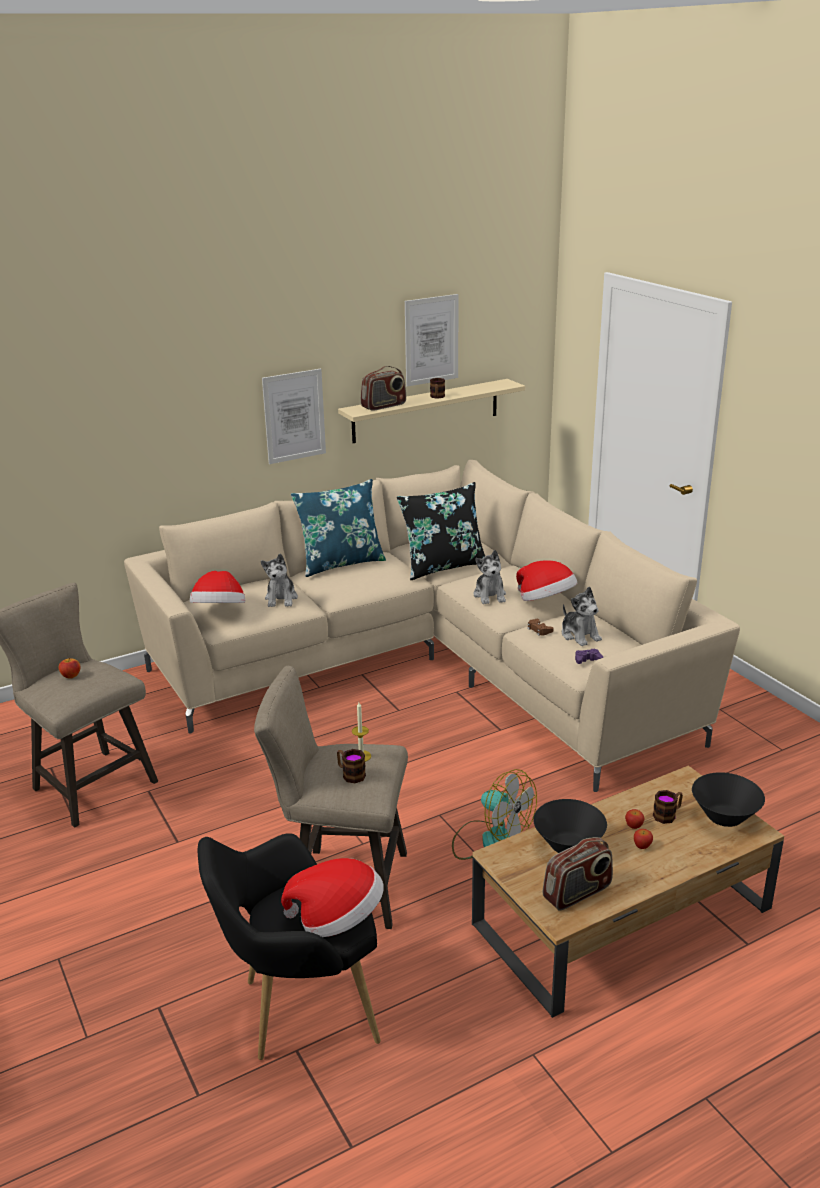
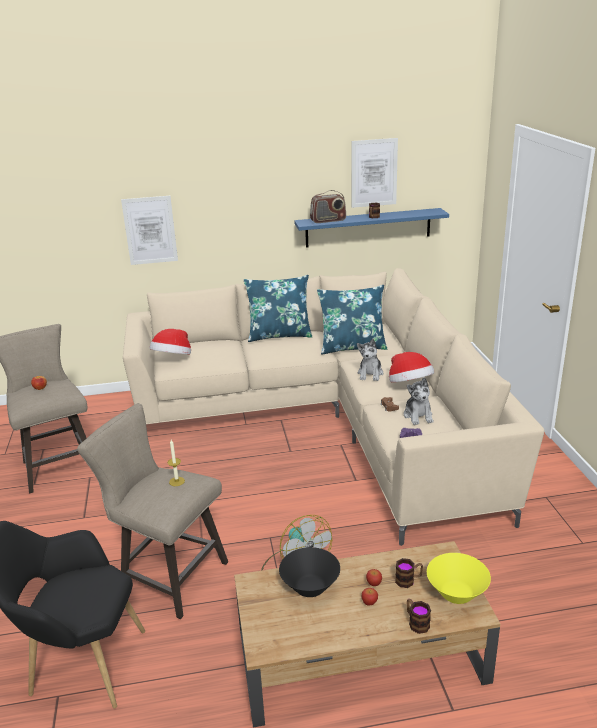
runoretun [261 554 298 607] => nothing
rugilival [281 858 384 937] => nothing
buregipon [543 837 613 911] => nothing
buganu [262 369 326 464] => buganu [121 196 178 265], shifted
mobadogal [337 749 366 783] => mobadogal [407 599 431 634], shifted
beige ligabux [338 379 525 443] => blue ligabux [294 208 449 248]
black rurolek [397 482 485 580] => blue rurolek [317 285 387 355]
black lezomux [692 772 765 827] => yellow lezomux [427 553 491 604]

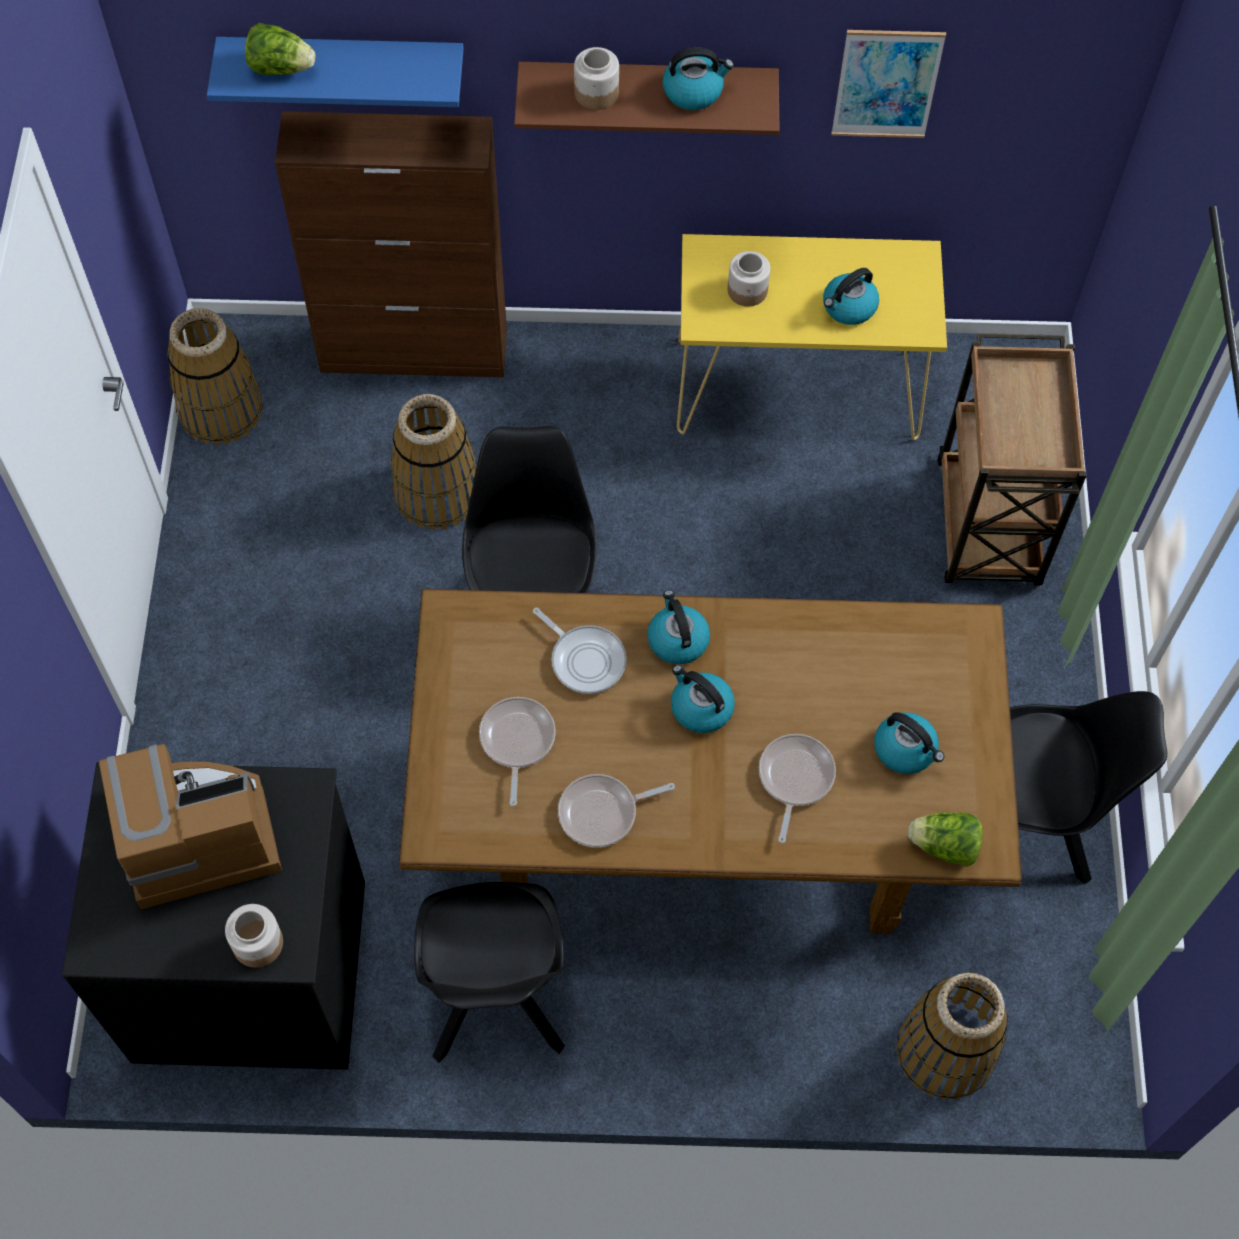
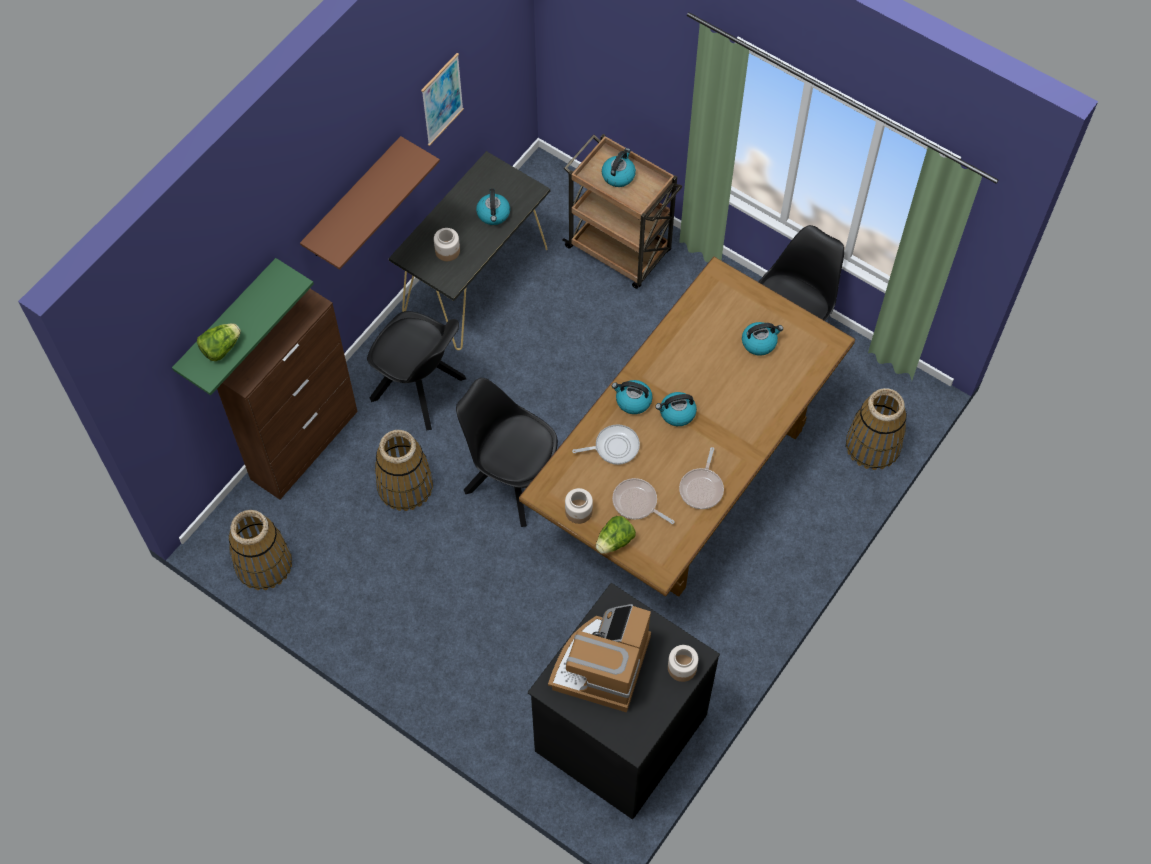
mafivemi [759 734 836 843] => nothing
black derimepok [414 882 565 1063] => black derimepok [367 311 466 430], shifted
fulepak [574 47 619 110] => fulepak [565 488 593 524], shifted
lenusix [663 48 734 110] => lenusix [602 148 636 187], shifted
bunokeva [908 812 983 867] => bunokeva [596 516 636 554], shifted
blue ligabux [207 37 464 107] => green ligabux [172 258 314 395]
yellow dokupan [677 234 947 441] => black dokupan [389 151 550 350]

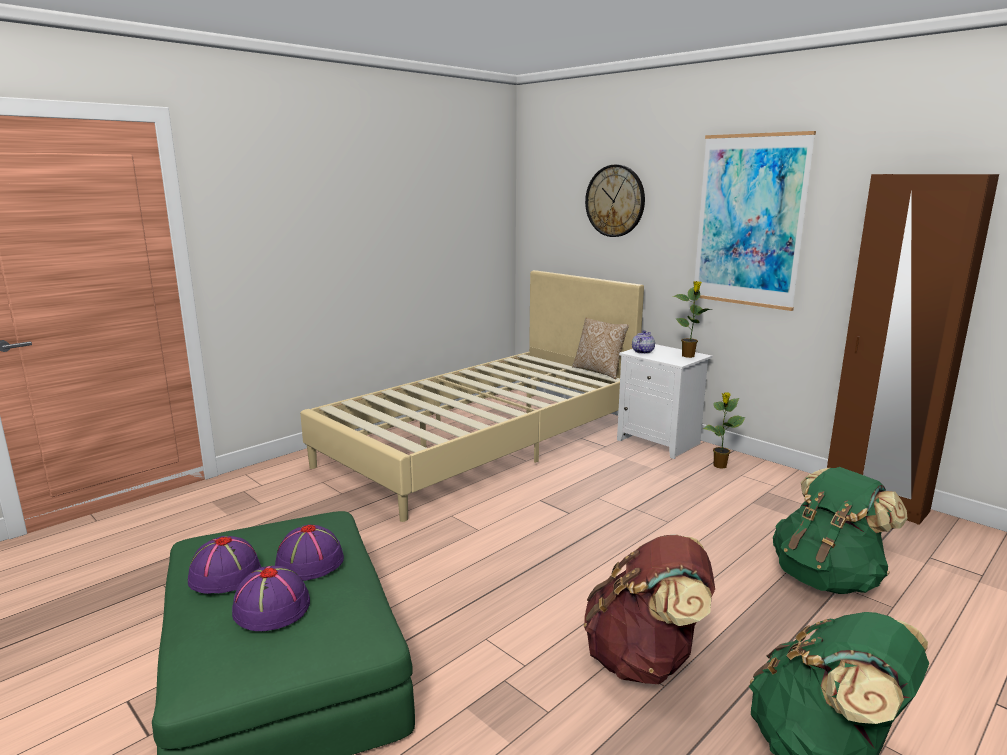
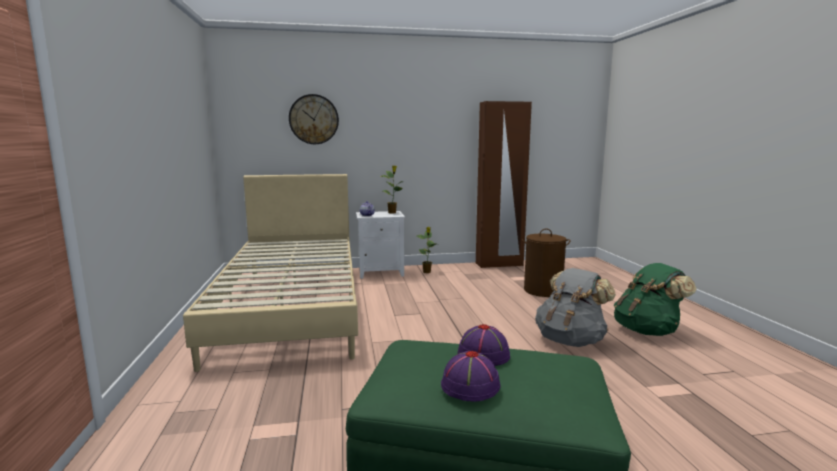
purple rugilival [232 566 310 631] => nothing
rurolek [572 317 629 379] => nothing
buganu [694 131 816 311] => nothing
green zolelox [773 467 908 594] => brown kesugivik [522 228 570 297]
brown zolelox [584 535 715 684] => grey zolelox [535 268 616 347]

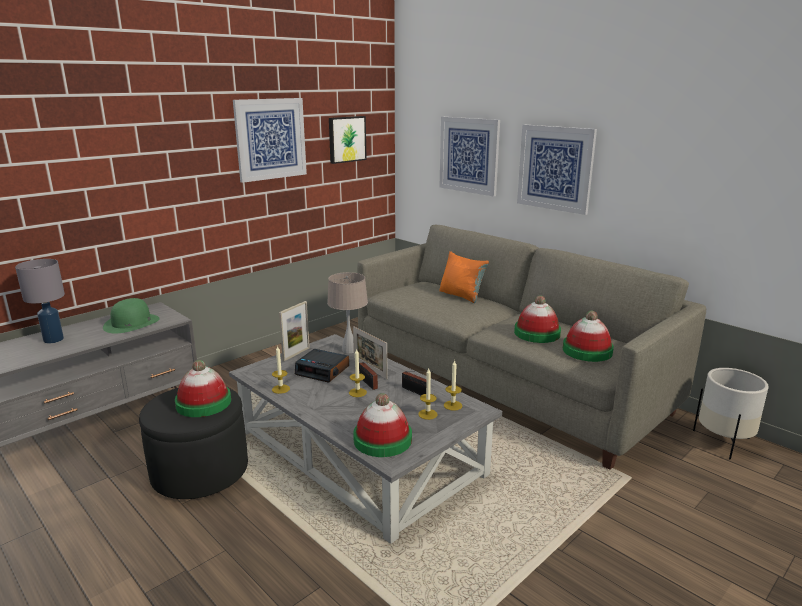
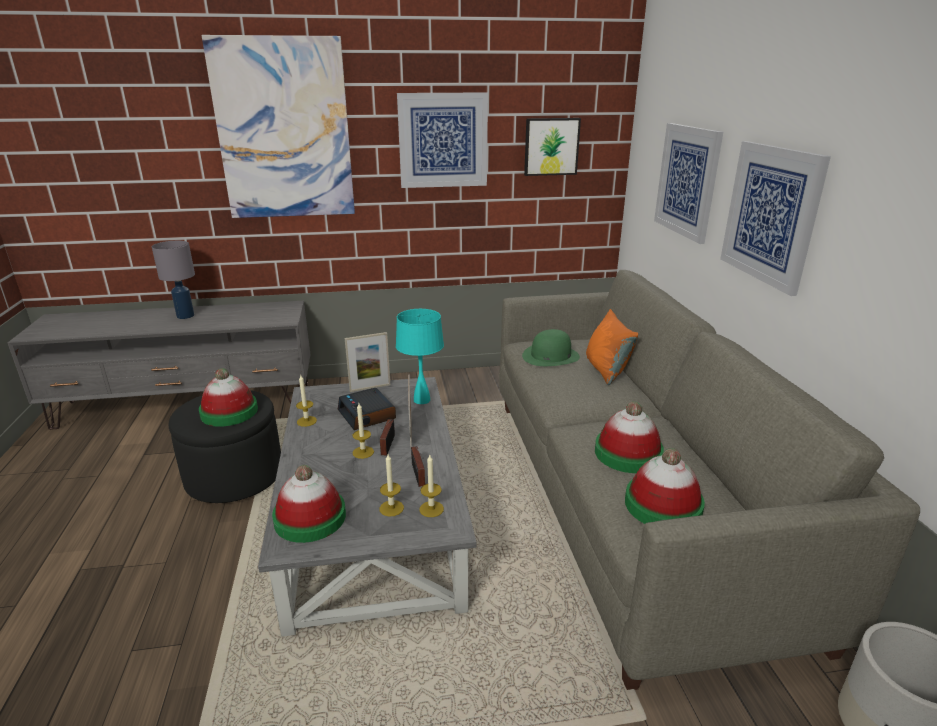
nothing => buganu [202 35 355 218]
green rugilival [103 298 159 333] => green rugilival [522 329 580 366], shifted
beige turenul [327 272 368 353] => turquoise turenul [396 309 444 404]

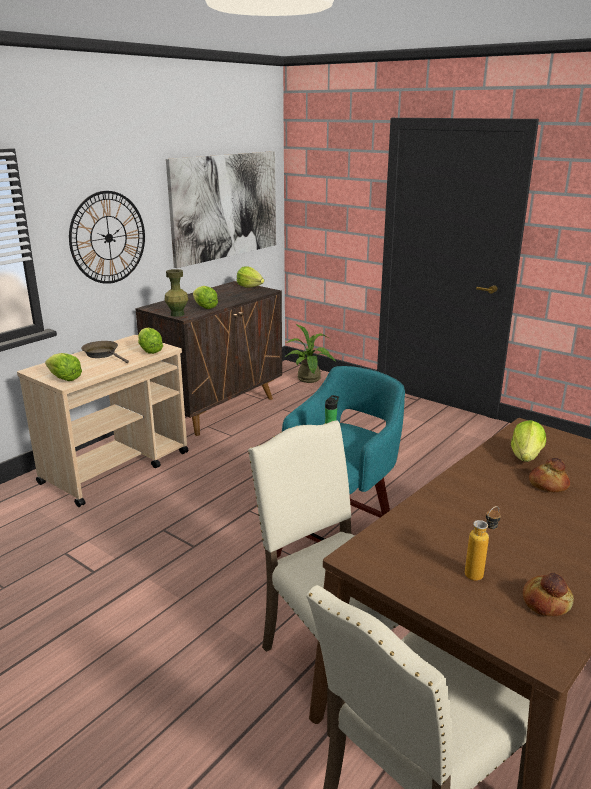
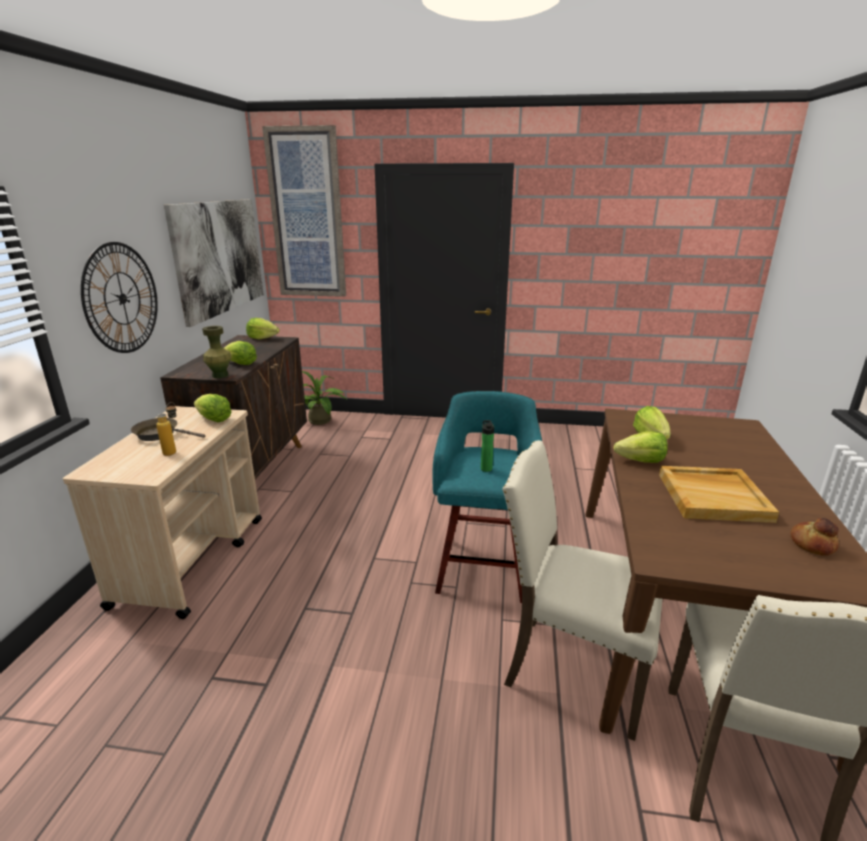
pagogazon [529 458 570 493] => nothing
nothing => buganu [262 125 346 297]
nothing => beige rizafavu [659 466 779 523]
bunokeva [45 353 82 381] => bunokeva [614 431 668 463], shifted
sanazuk [465 506 501 581] => sanazuk [156 402 176 456], shifted

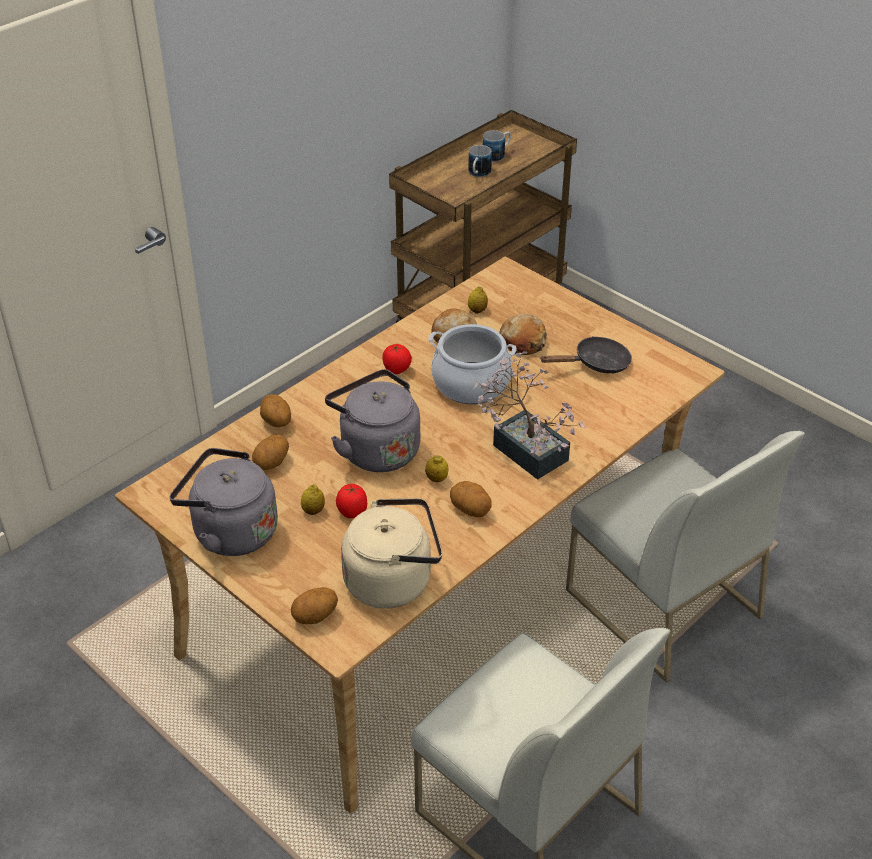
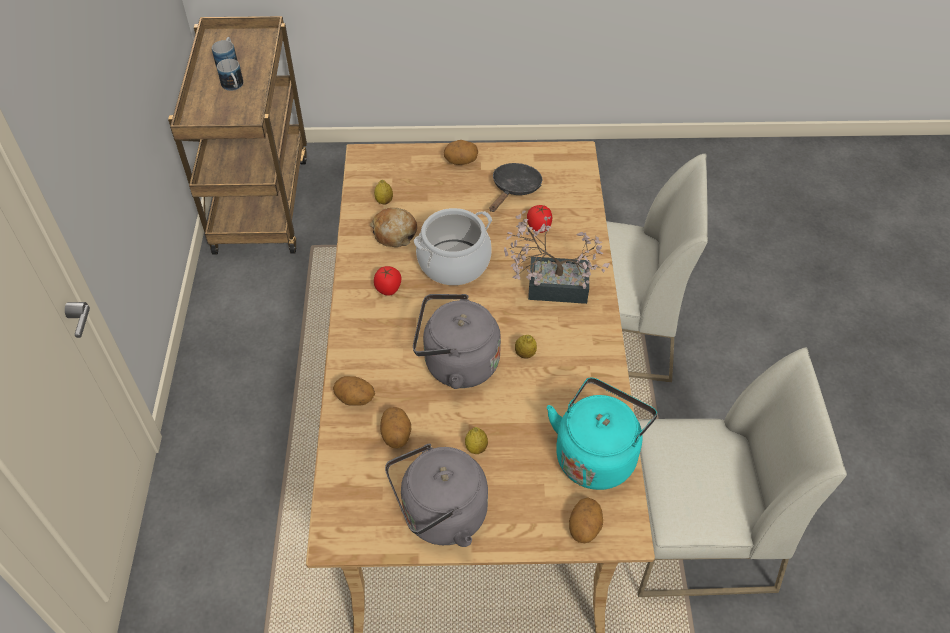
pagogazon [499 314 547 355] => nothing
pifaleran [336 484 367 518] => pifaleran [527 205 553 233], shifted
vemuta [450 481 492 517] => vemuta [444 140 478 165], shifted
beige lenusix [341 498 442 609] => turquoise lenusix [547 378 657 490]

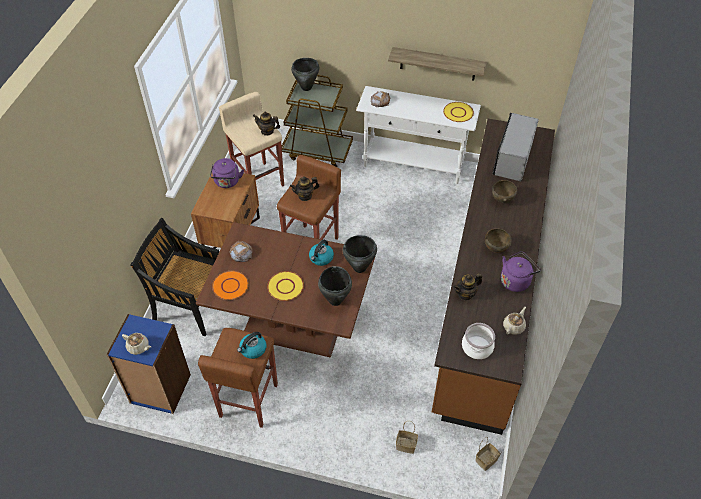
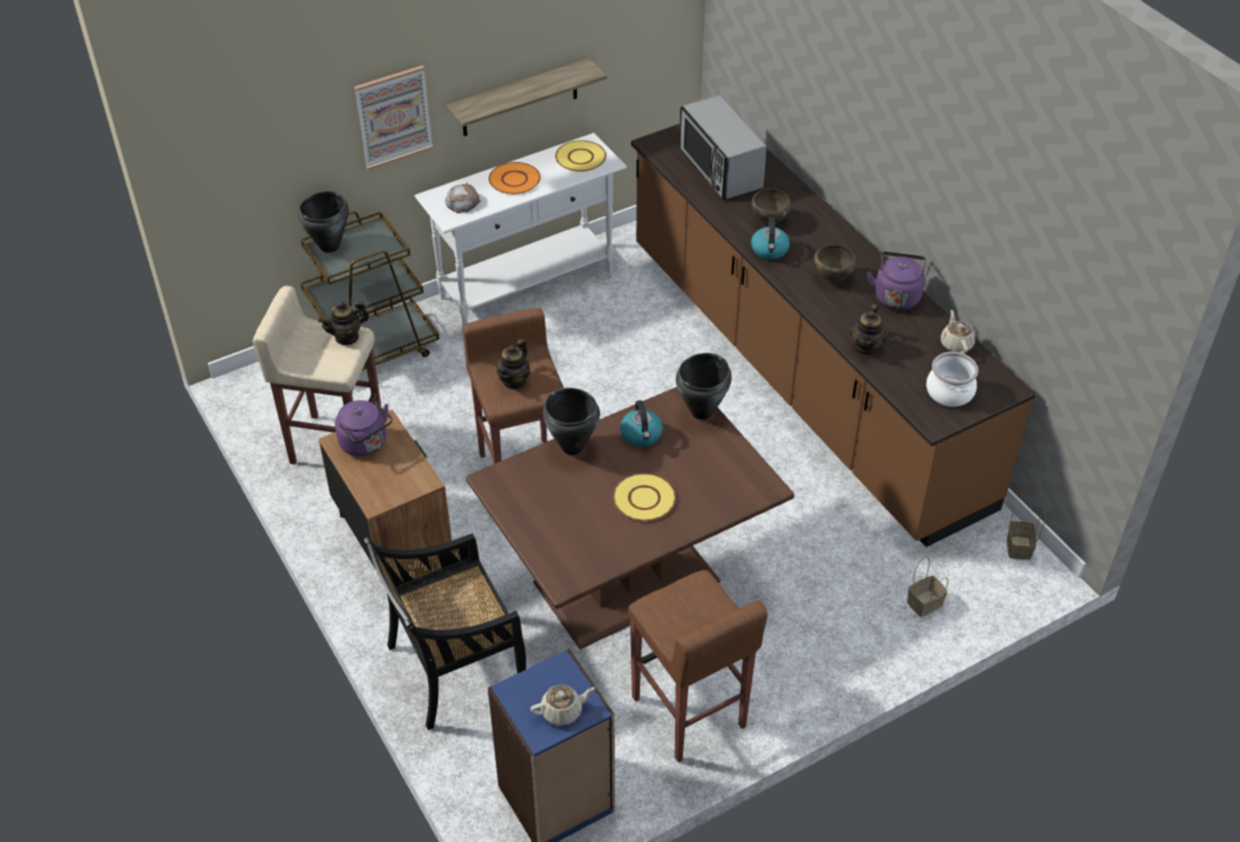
pagogazon [229 241 252 262] => nothing
nothing => buganu [354 65 433 170]
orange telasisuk [212 271 249 300] => orange telasisuk [489 162 541 194], shifted
lenusix [237 332 266 359] => lenusix [751 217 790 260], shifted
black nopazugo [318 266 352 306] => black nopazugo [543 388 600 455], shifted

